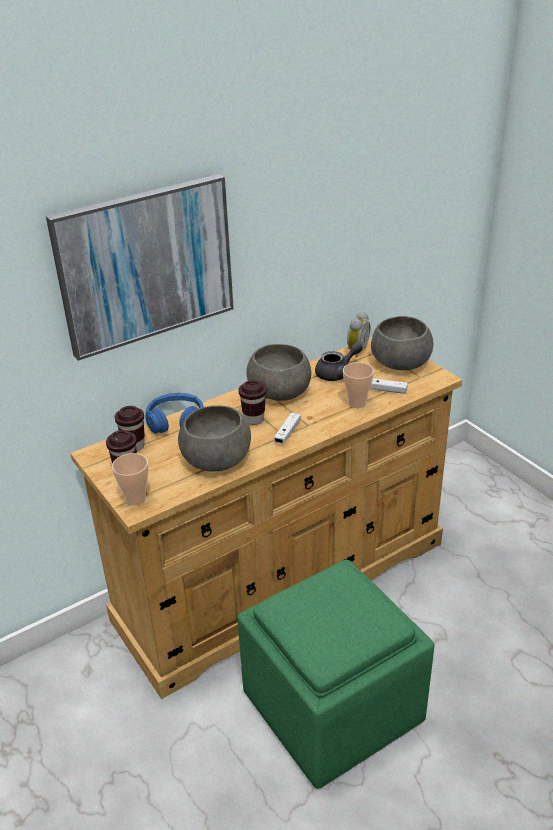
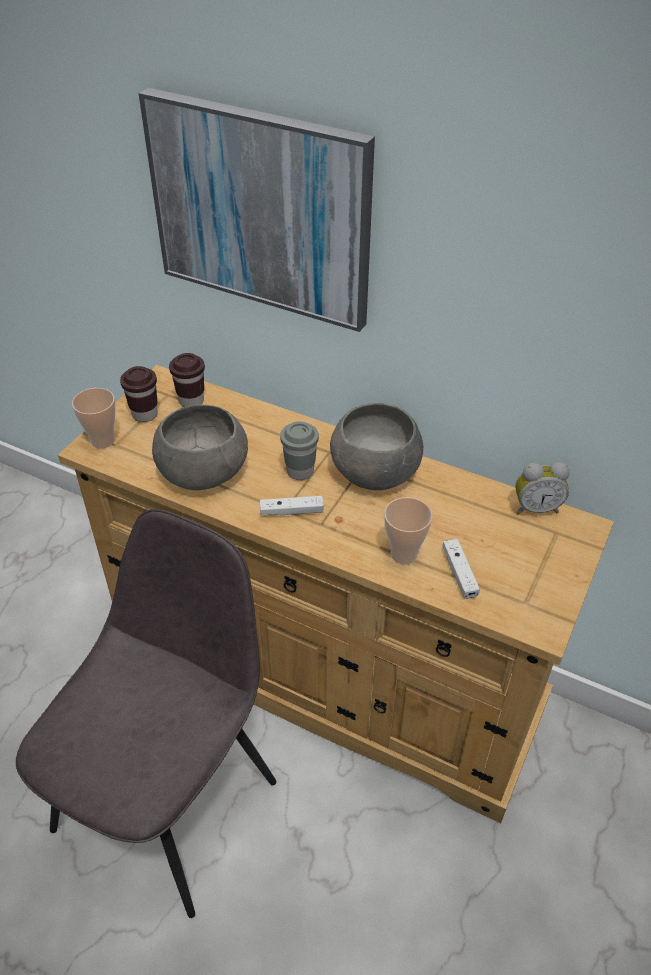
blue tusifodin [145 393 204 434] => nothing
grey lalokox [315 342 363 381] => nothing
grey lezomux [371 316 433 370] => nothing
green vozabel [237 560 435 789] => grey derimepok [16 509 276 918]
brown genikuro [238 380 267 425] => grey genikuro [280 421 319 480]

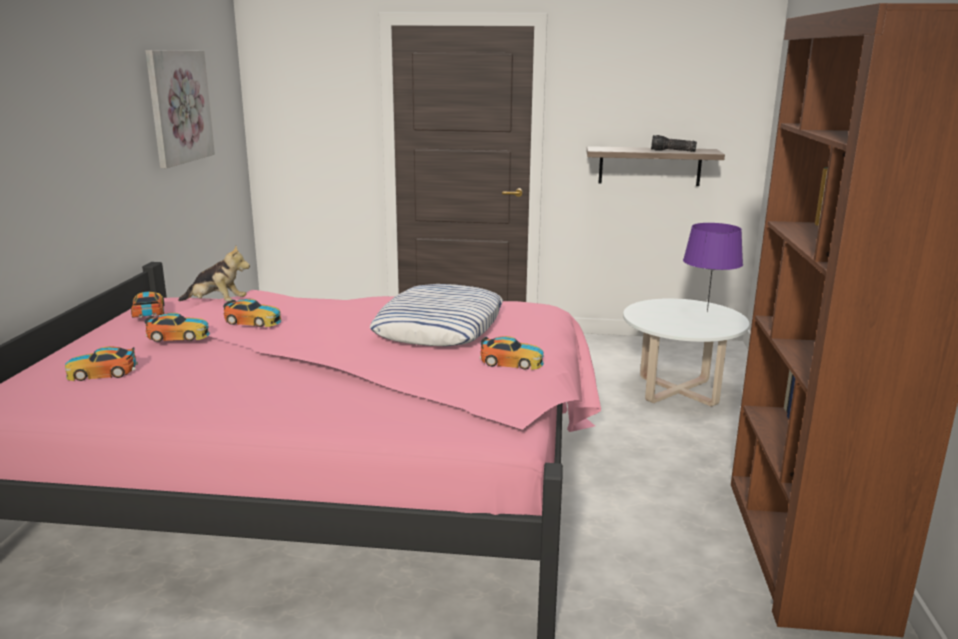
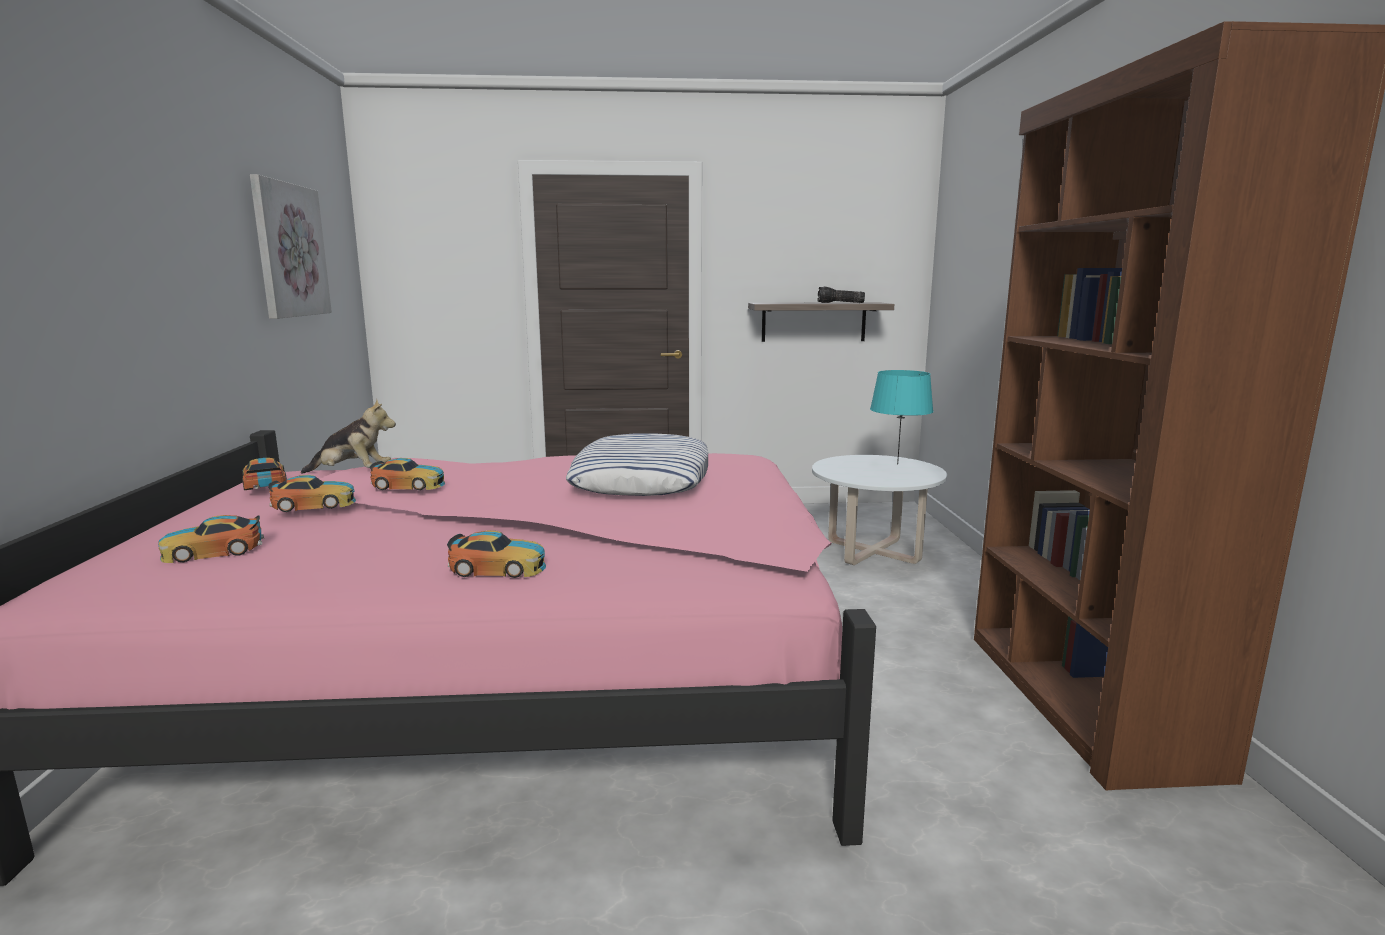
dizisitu [479 336 544 370] => dizisitu [447 530 546 578], shifted
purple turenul [683 223 743 312] => turquoise turenul [870 370 934 464]

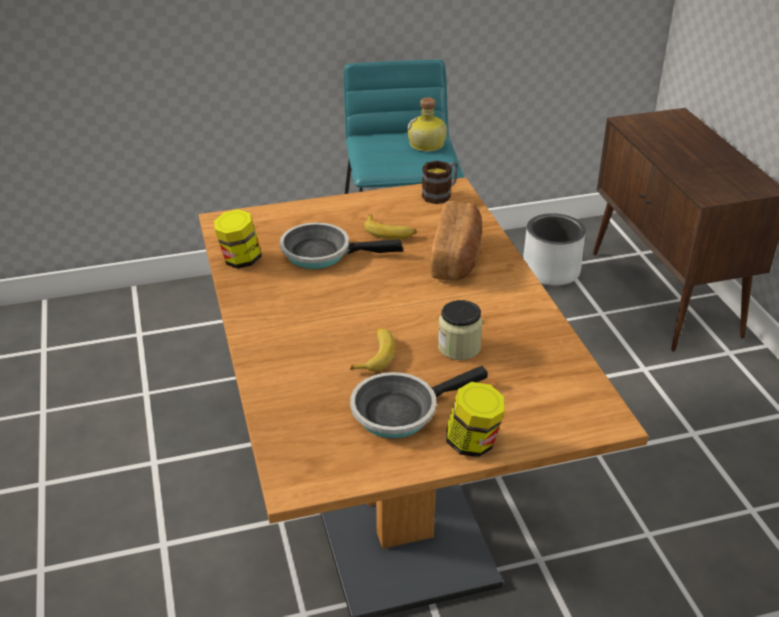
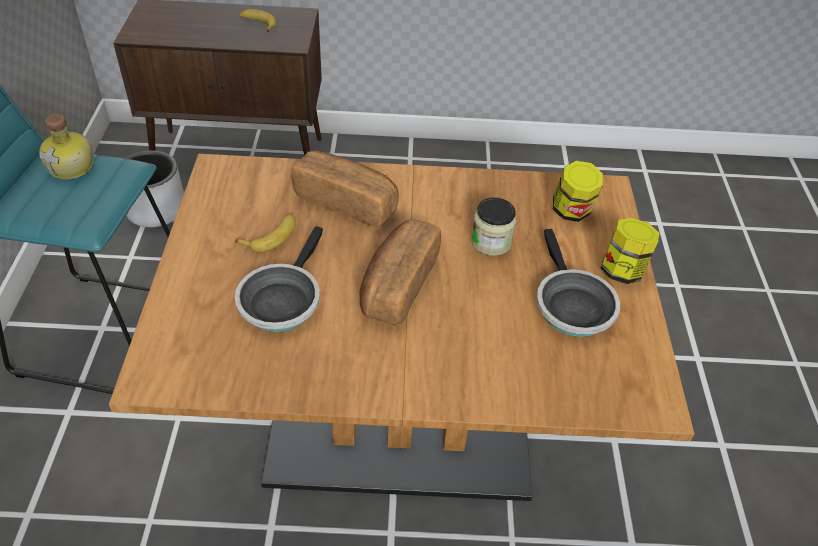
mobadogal [422 161 458 204] => nothing
nothing => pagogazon [360 219 441 326]
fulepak [214 209 262 269] => fulepak [552 161 603 222], shifted
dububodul [350 327 395 372] => dububodul [239 9 276 32], shifted

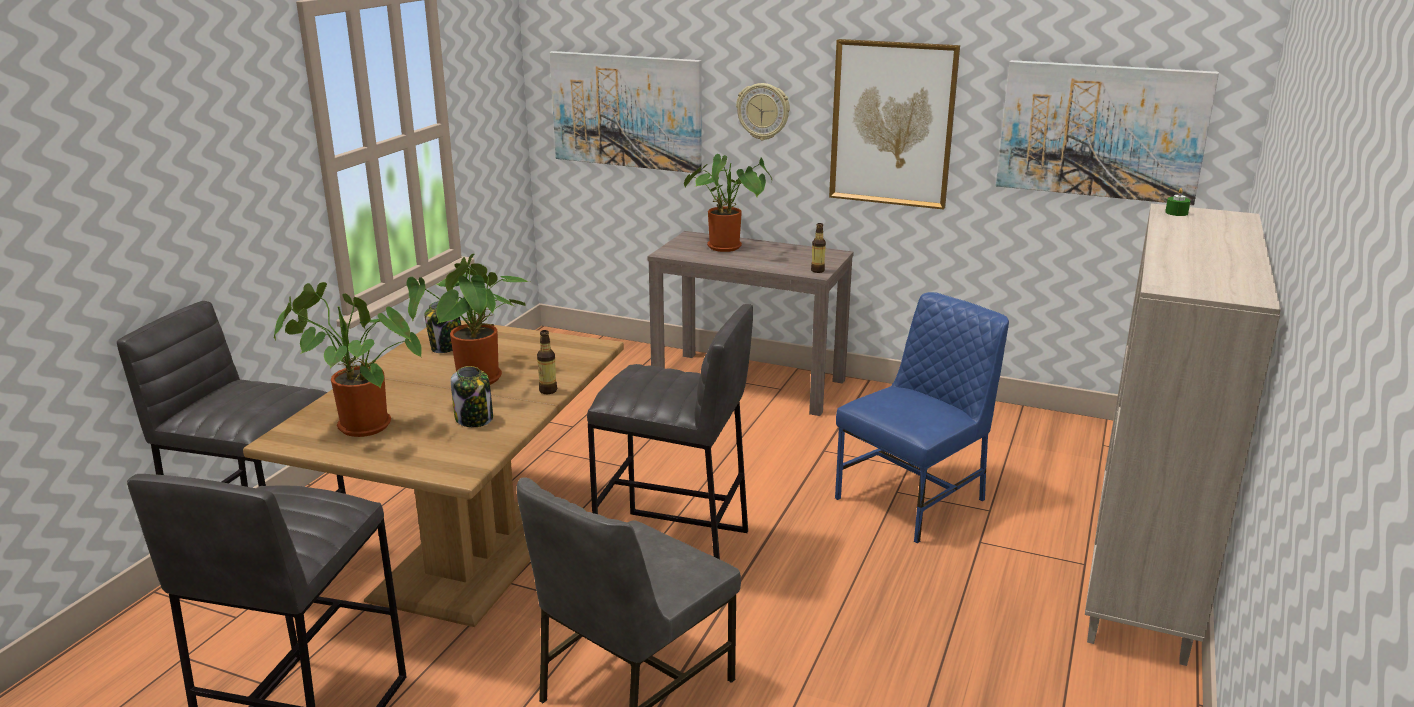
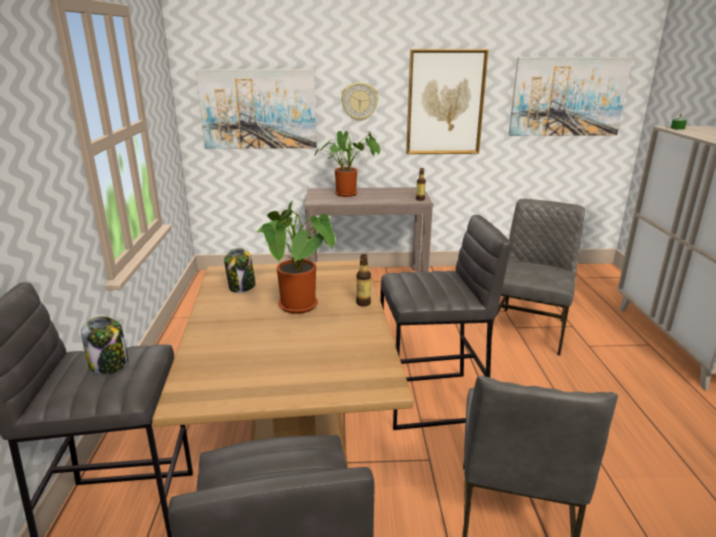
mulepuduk [274 282 422 437] => nothing
fulepak [451 366 493 427] => fulepak [81 316 128 374], shifted
blue derimepok [835 292 1009 543] => grey derimepok [492 199 585 356]

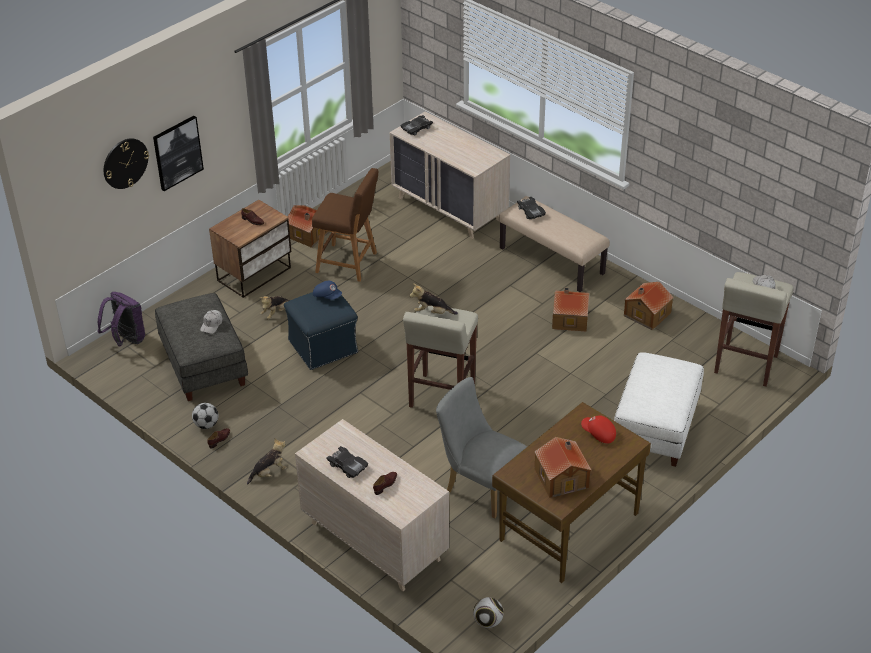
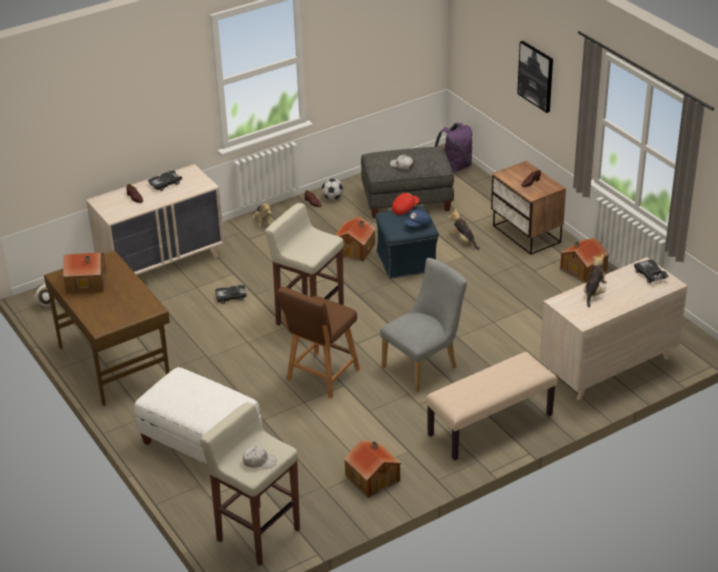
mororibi [104 138 149 189] => nothing
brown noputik [312 168 378 282] => brown noputik [277 286 360 399], shifted
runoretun [409 283 458 315] => runoretun [584 254 607 307], shifted
grey derimepok [436 377 527 518] => grey derimepok [380 258 467 392], shifted
black dizisitu [517 197 546 219] => black dizisitu [215 285 247 304], shifted
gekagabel [552 288 589 331] => gekagabel [335 216 376 262], shifted
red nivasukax [581 415 616 444] => red nivasukax [392 193 419 215], shifted

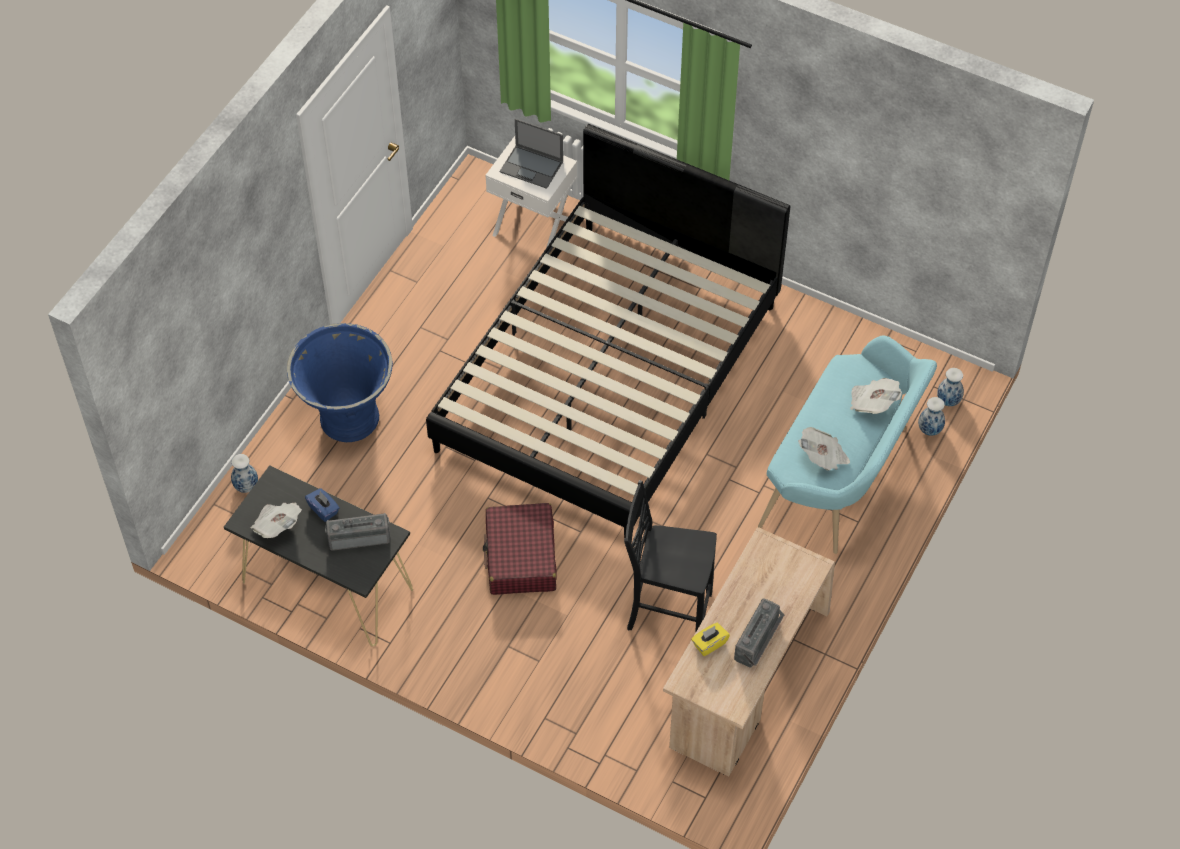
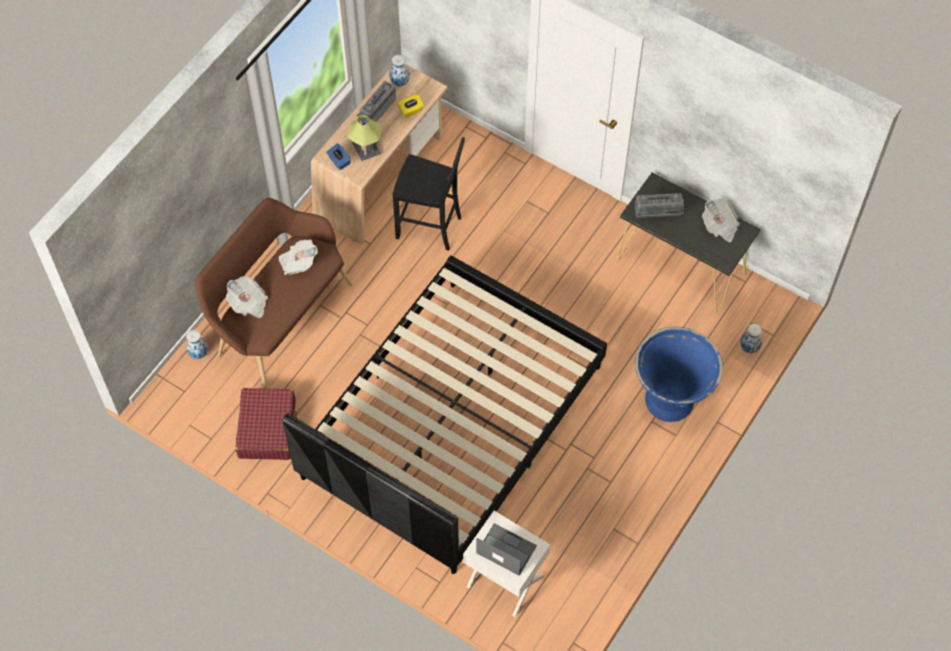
nothing => turenul [348 115 381 161]
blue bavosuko [305 488 339 522] => blue bavosuko [326 143 351 170], shifted
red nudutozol [483 503 557 595] => red nudutozol [235 388 297 460], shifted
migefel [937 368 964 406] => migefel [389 55 410 86], shifted
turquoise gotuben [758 335 937 554] => brown gotuben [195 198 352 389]

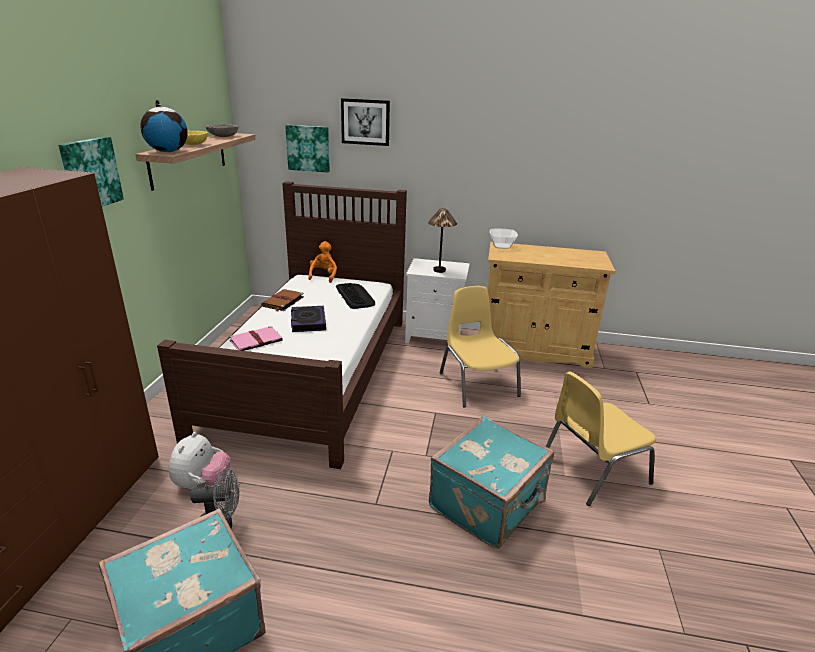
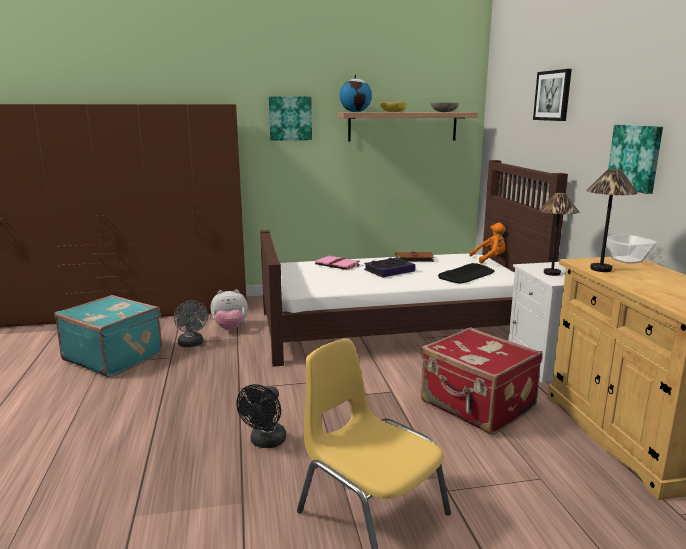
nothing => turenul [586 169 638 272]
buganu [285 125 330 172] => buganu [608 125 663 194], shifted
turquoise nudutozol [429 416 554 549] => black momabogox [236 384 286 448]
yellow derimepok [439 286 521 407] => red nudutozol [421 327 543 435]

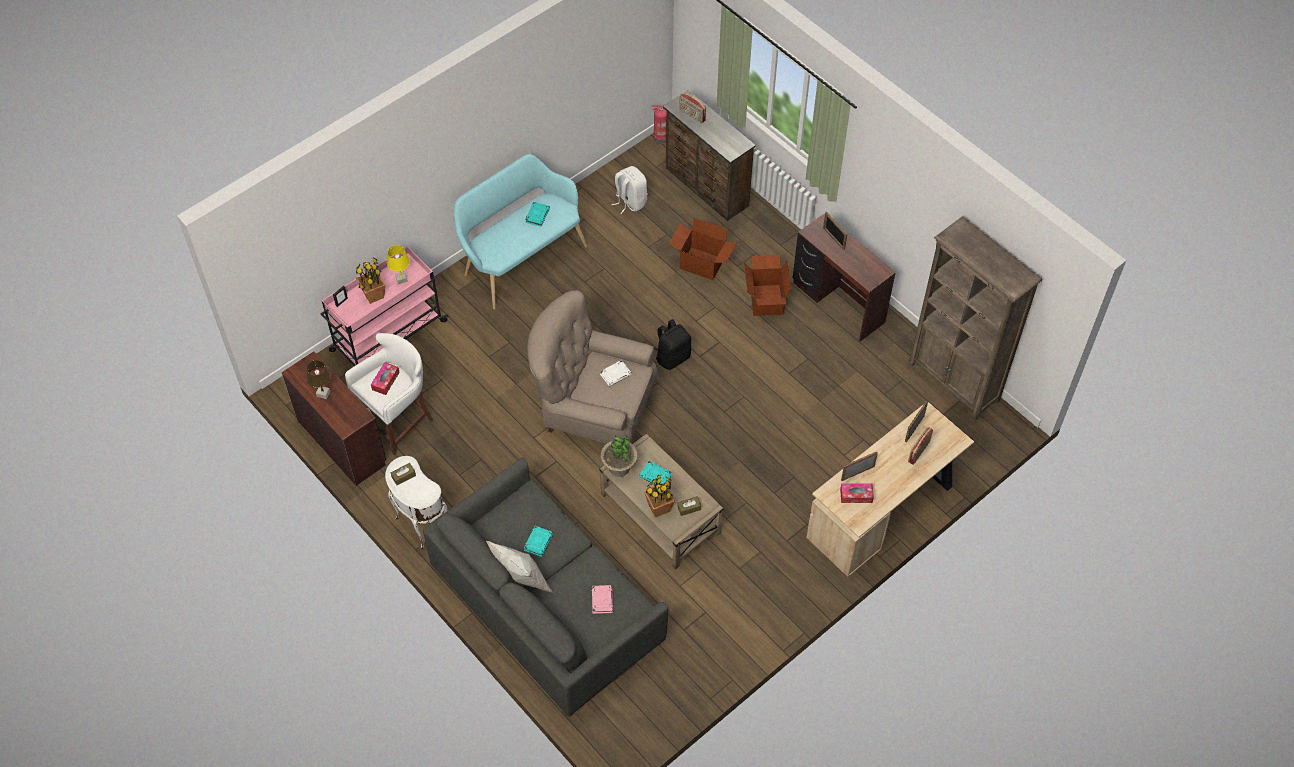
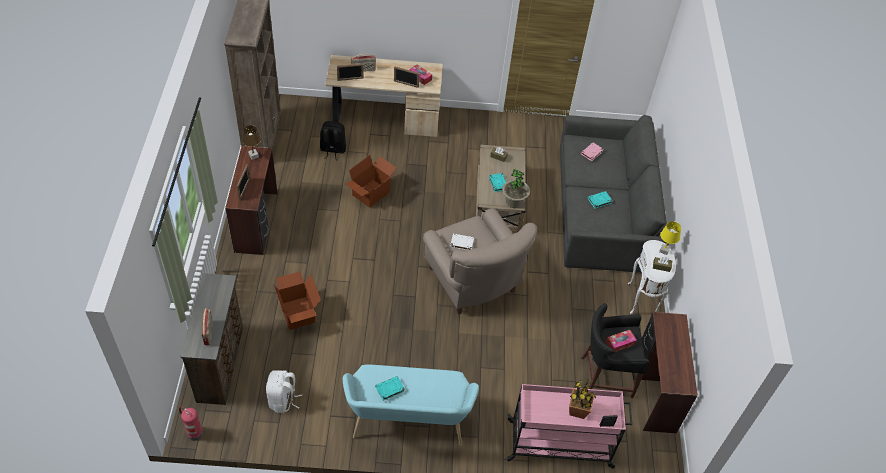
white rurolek [486 541 553 593] => nothing
mulepuduk [644 475 675 517] => nothing
brown turenul [306 360 331 399] => brown turenul [242 125 261 160], shifted
yellow turenul [387 245 410 284] => yellow turenul [659 221 681 255], shifted
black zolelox [654 319 691 370] => black zolelox [320 121 346 160], shifted
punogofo [744 255 791 316] => punogofo [345 155 396 208], shifted
white noputik [345 333 433 455] => black noputik [581 303 649 398]

